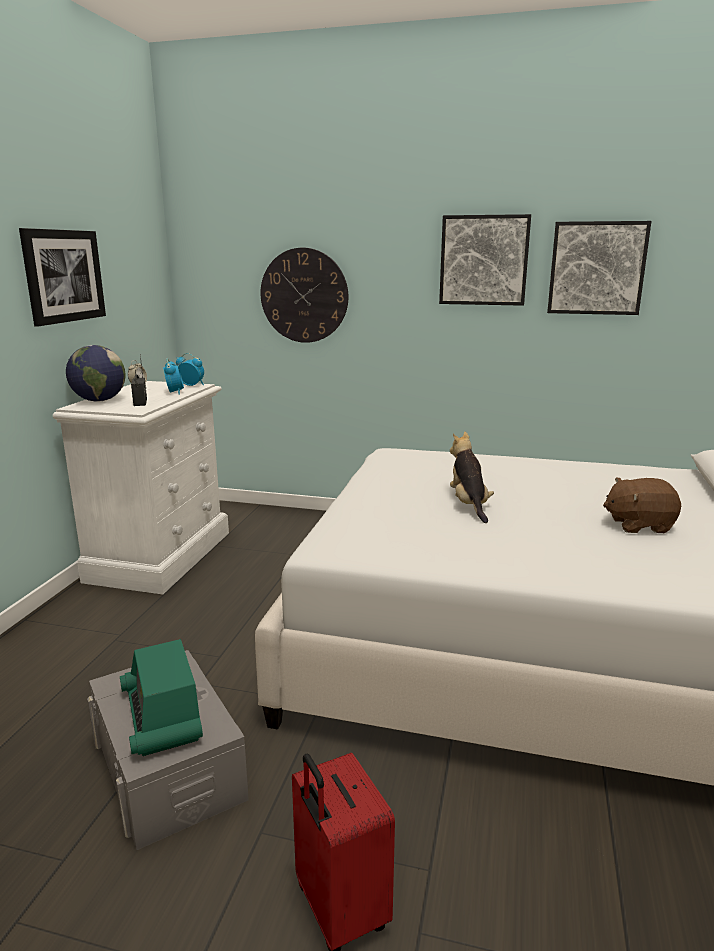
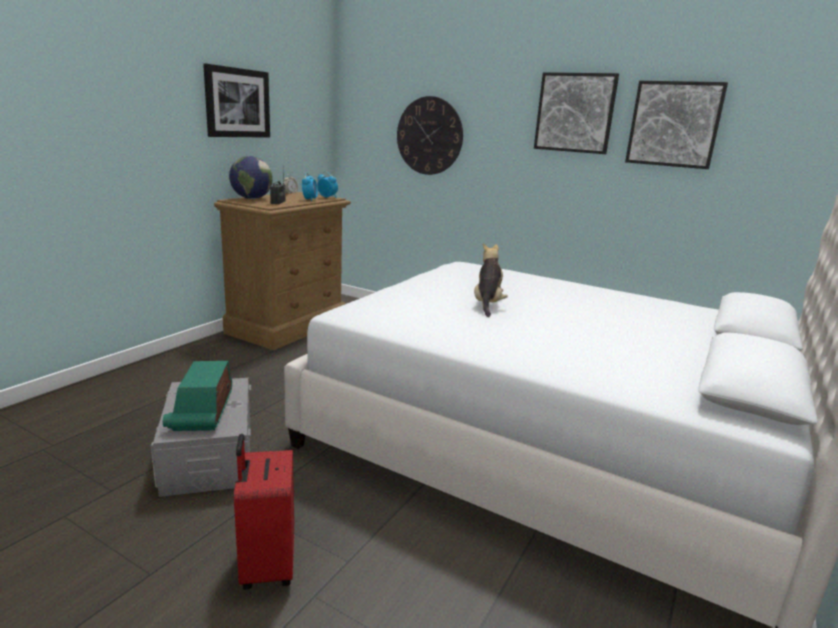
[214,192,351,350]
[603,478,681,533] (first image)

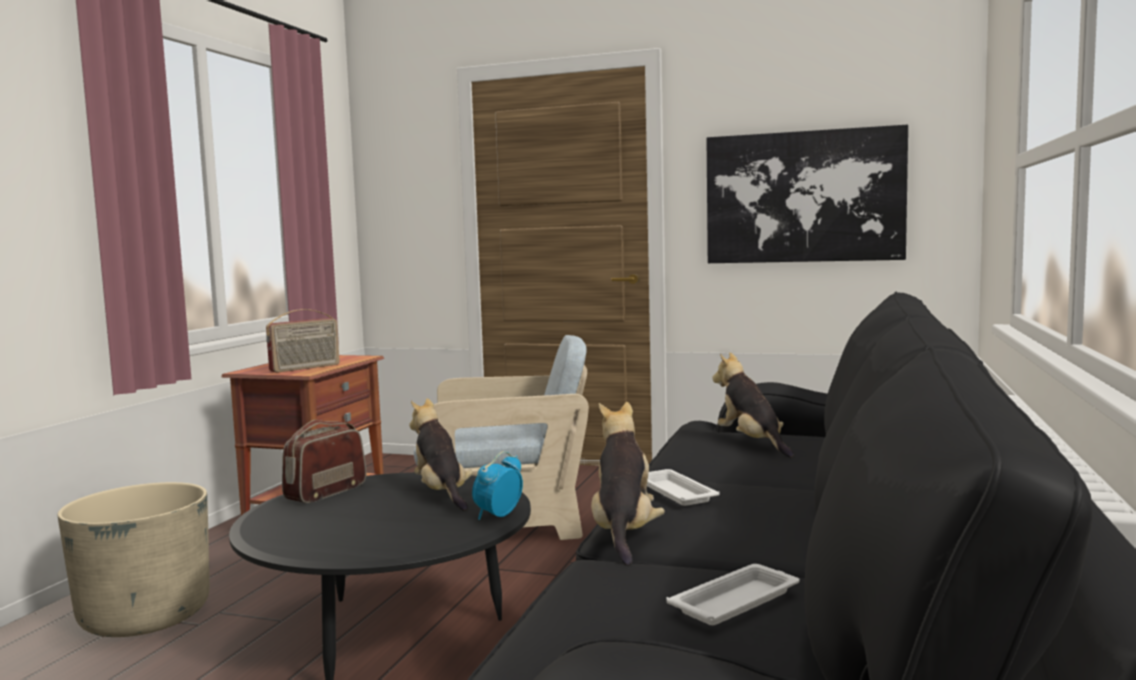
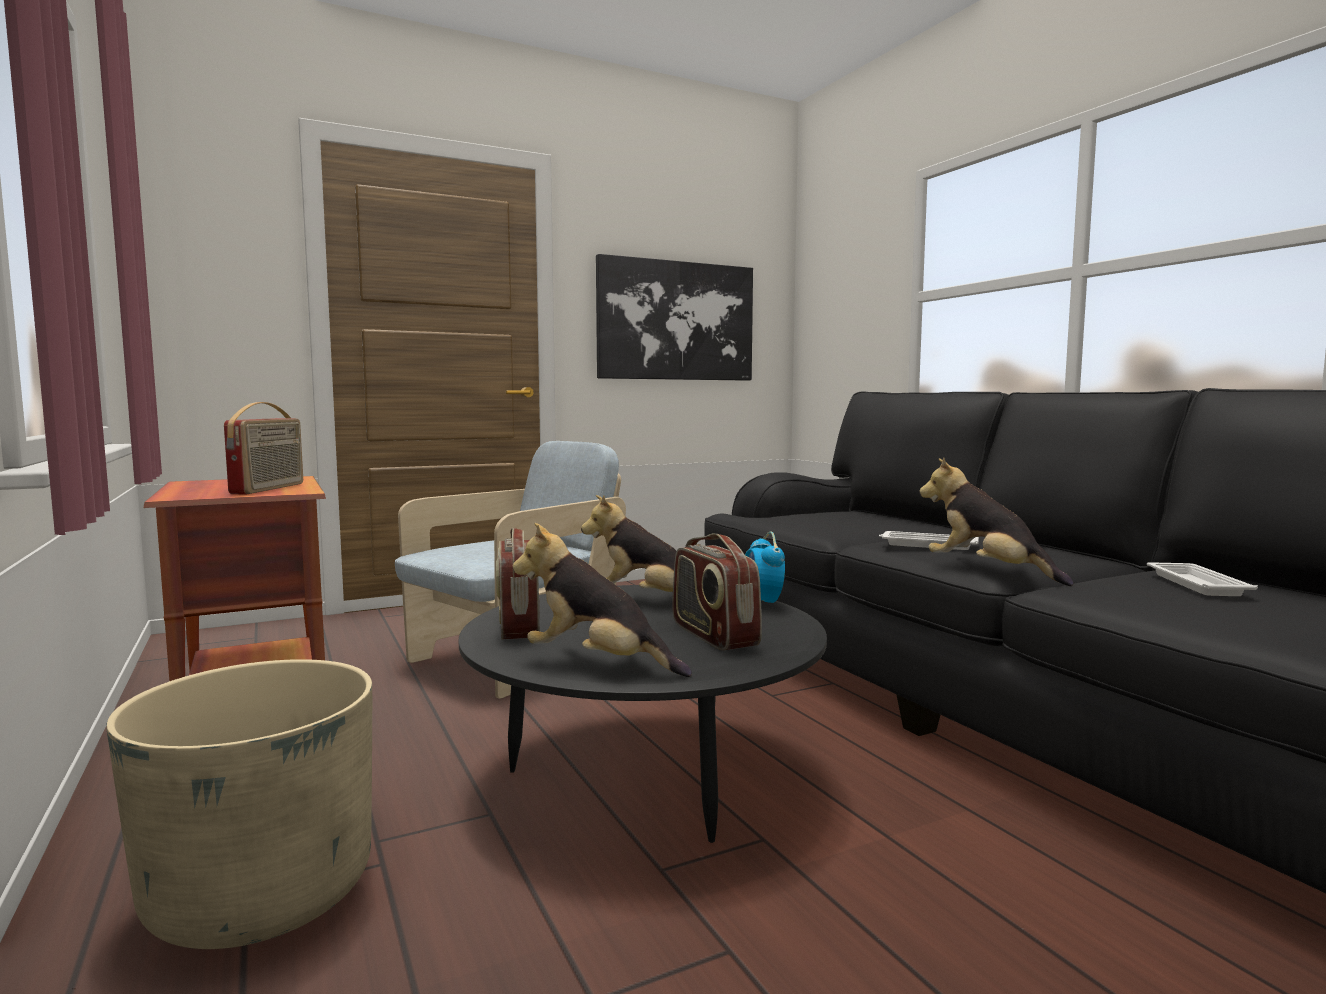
[512,523,692,677]
[672,533,762,650]

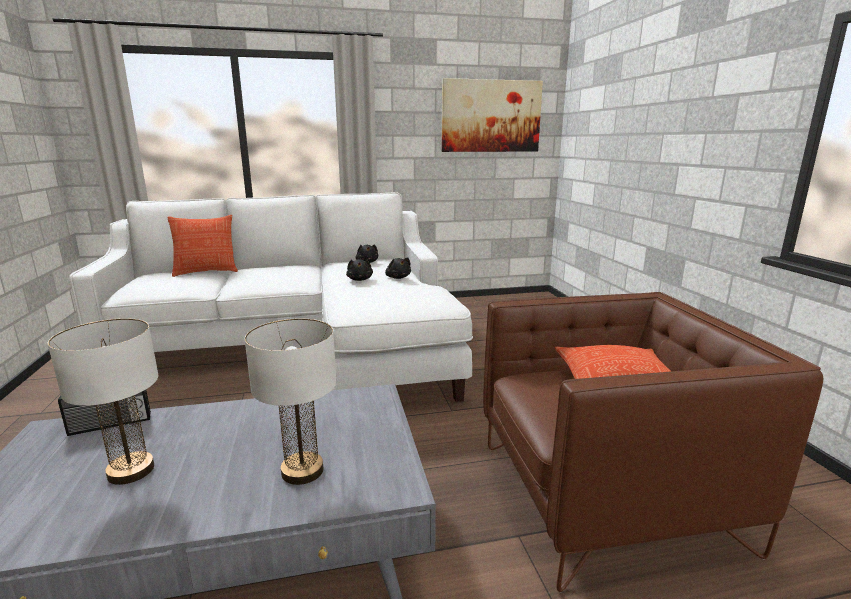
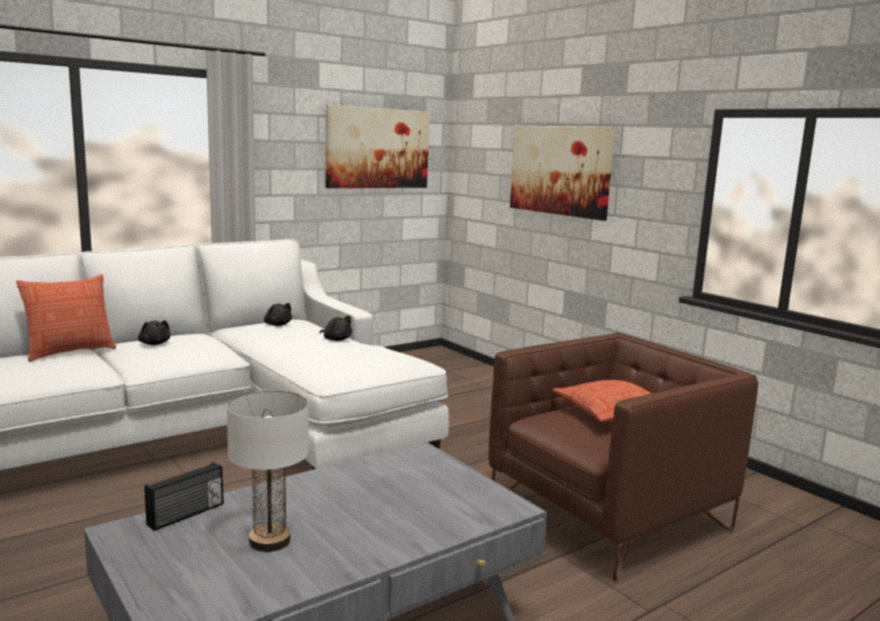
[138,320,170,345]
[245,318,336,485] (first image)
[510,126,615,221]

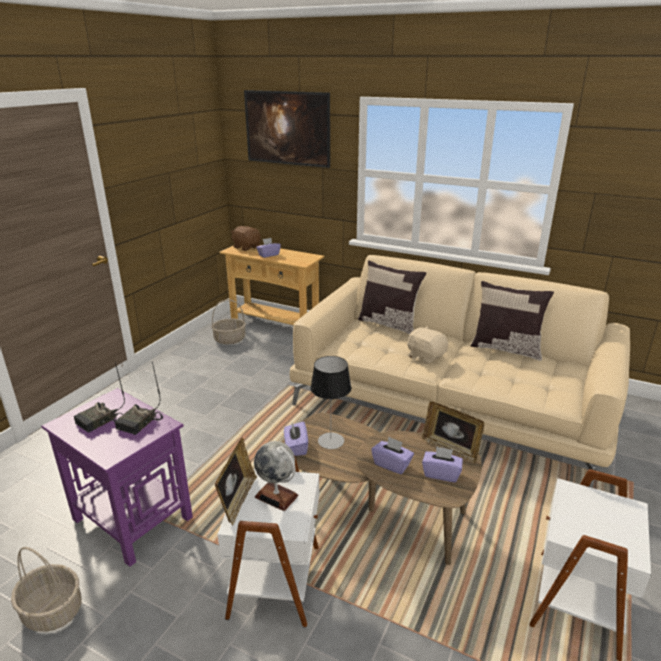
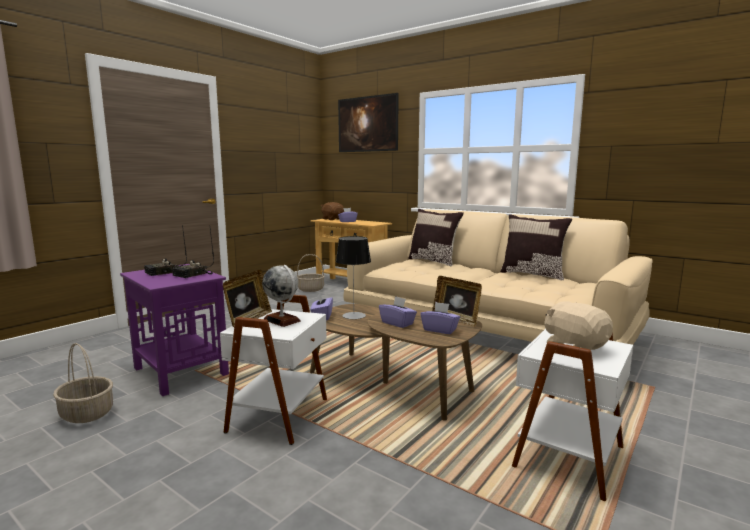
[544,301,613,350]

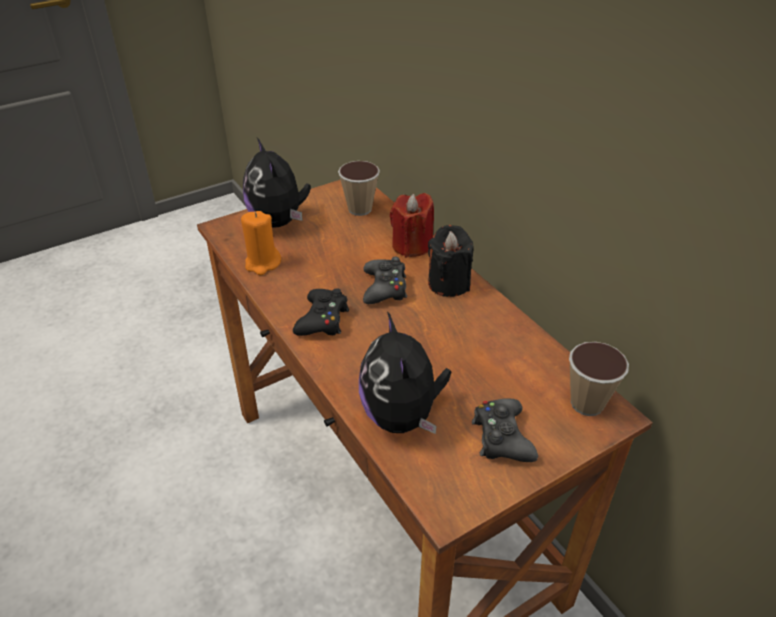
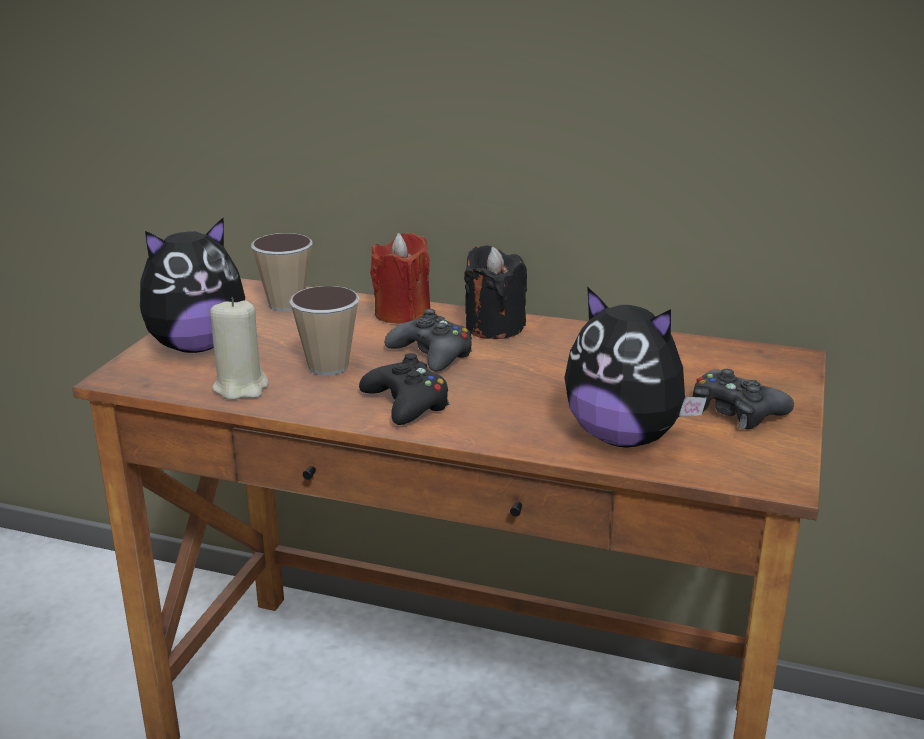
[140,217,245,353]
[210,298,269,400]
[289,286,359,375]

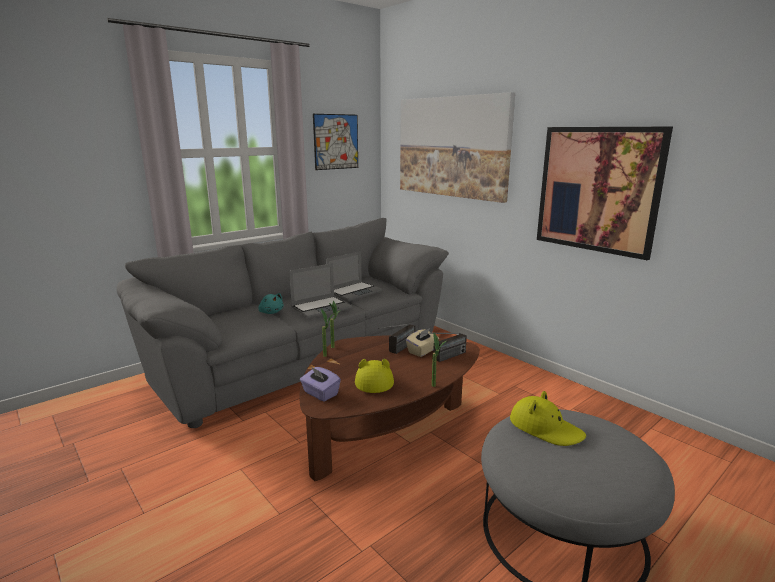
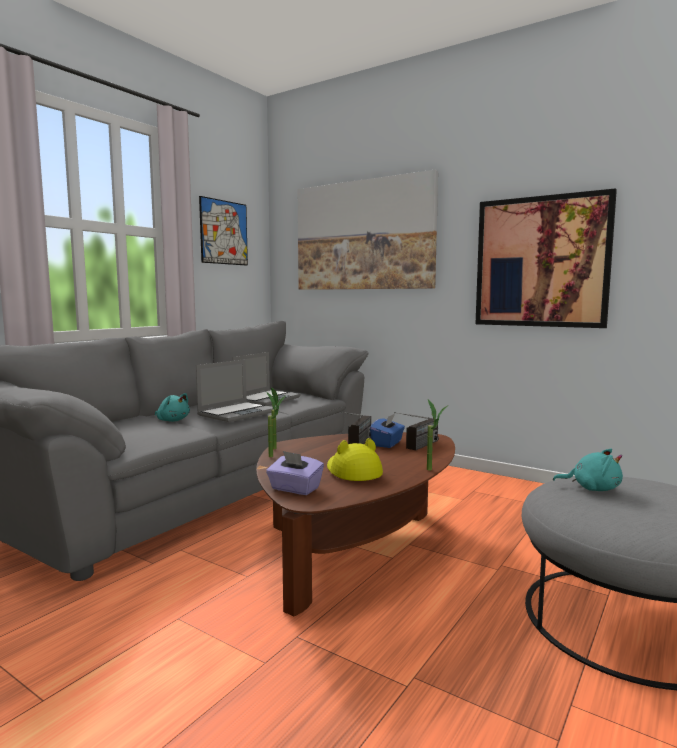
[370,414,405,448]
[553,449,623,491]

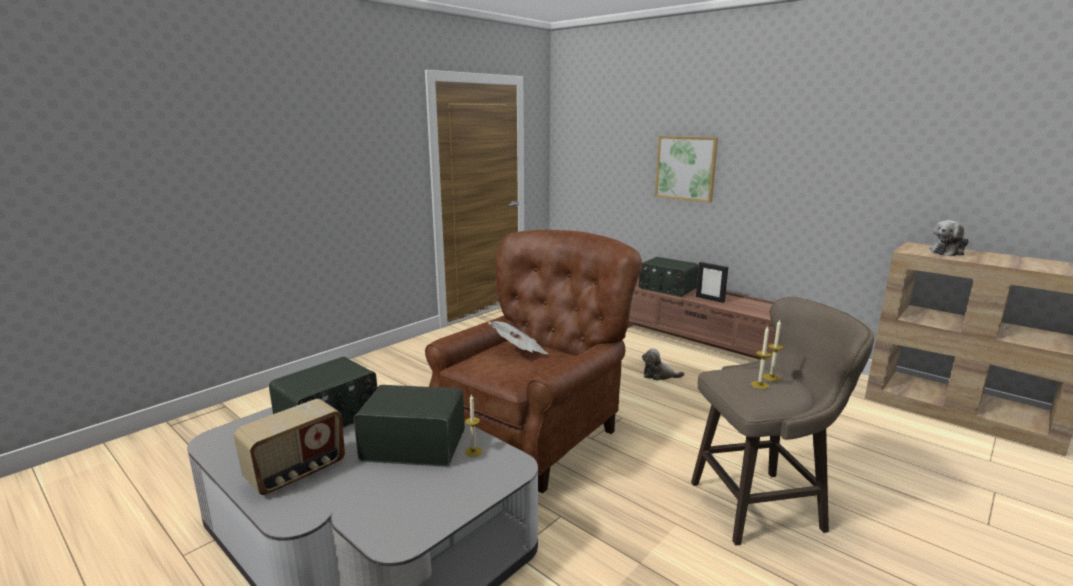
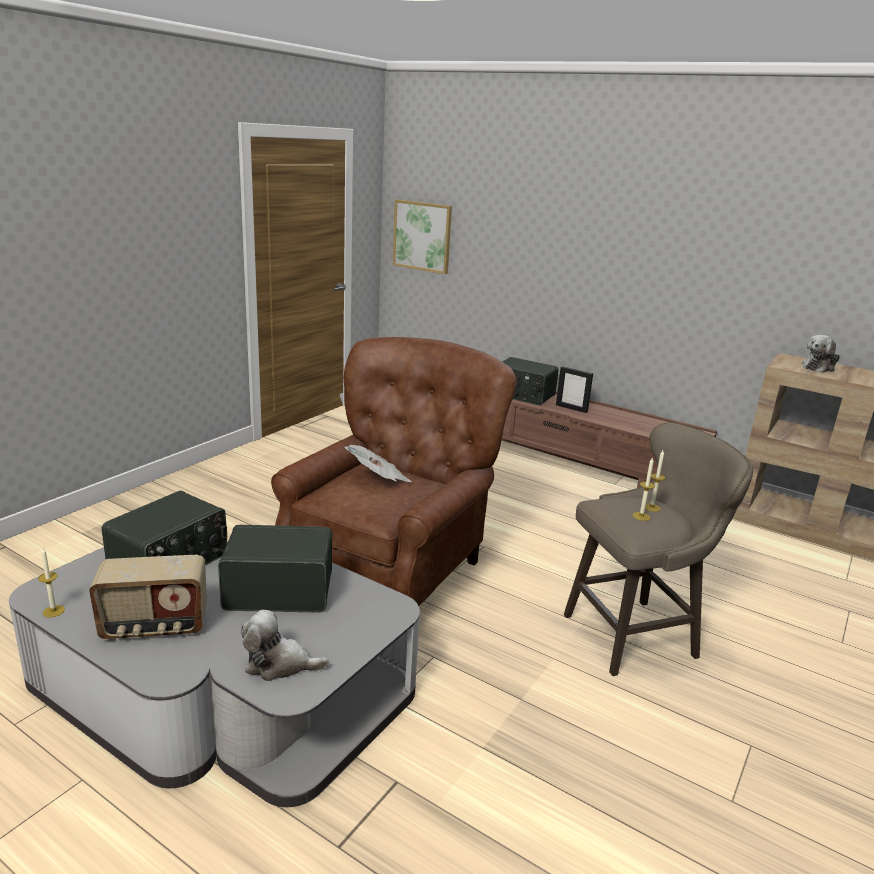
[393,200,452,274]
[241,610,329,681]
[38,548,65,617]
[89,555,207,640]

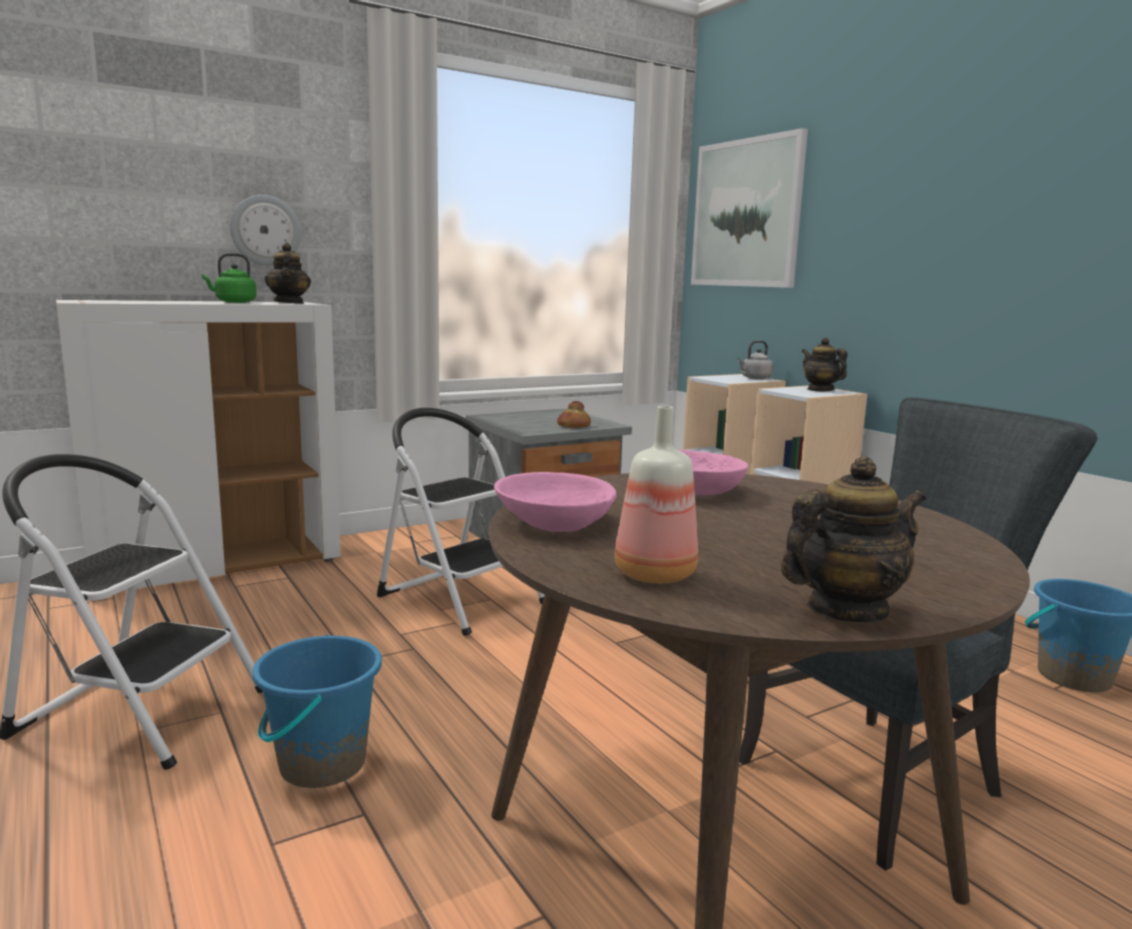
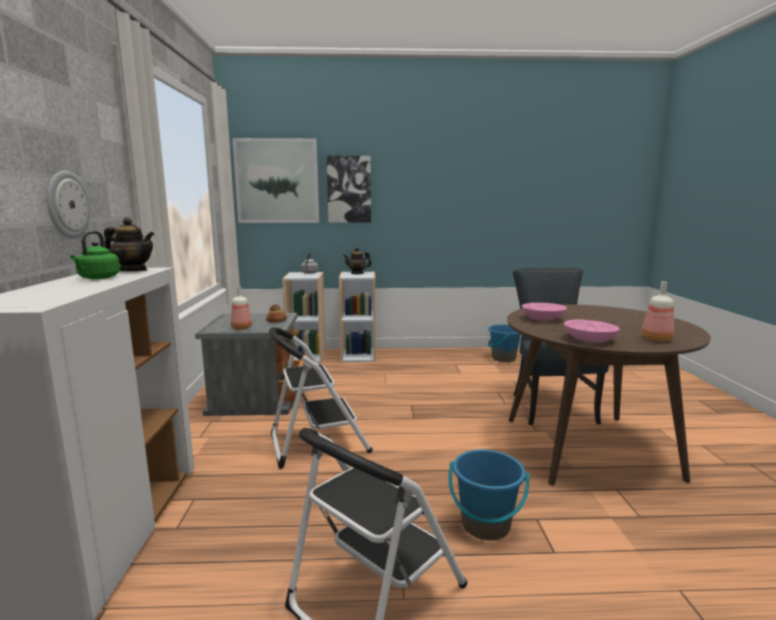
[781,456,926,622] (first image)
[327,156,371,223]
[231,286,252,330]

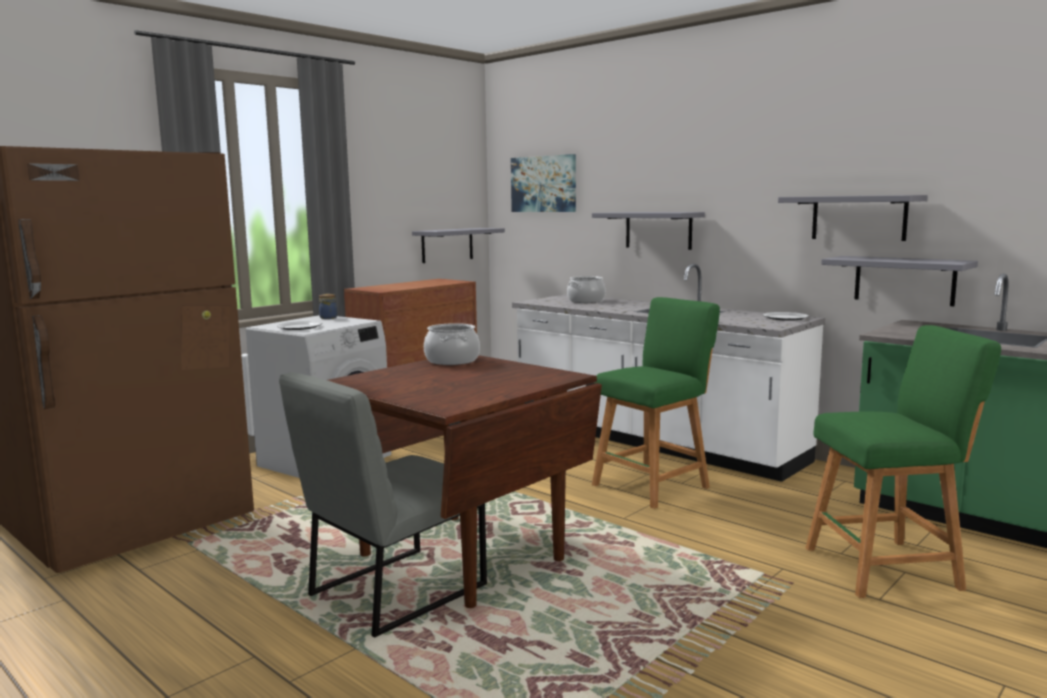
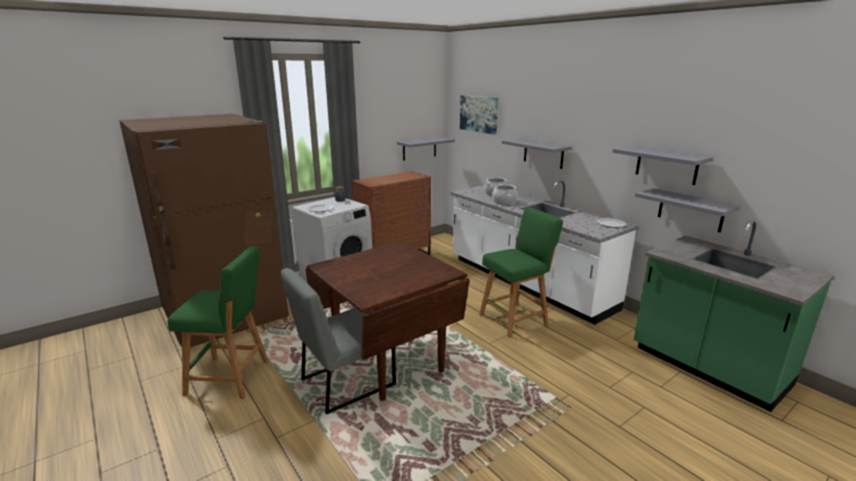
[492,184,518,205]
[167,246,269,399]

